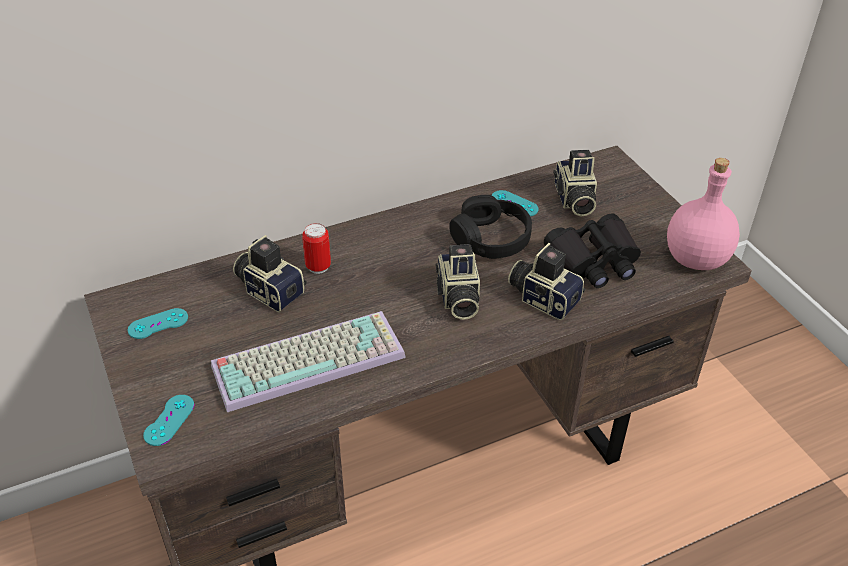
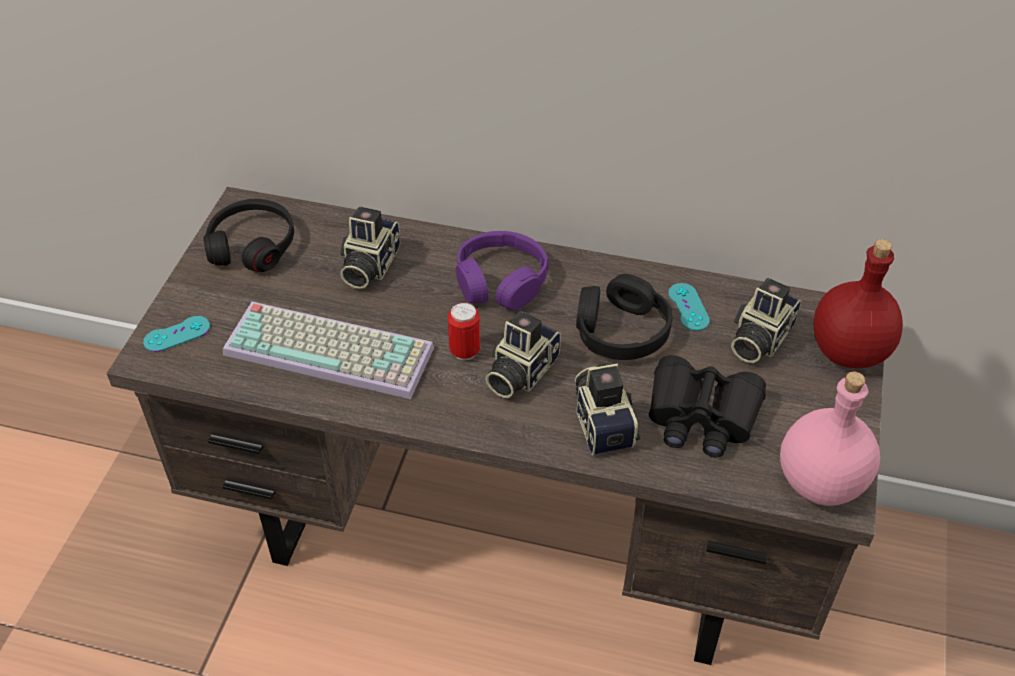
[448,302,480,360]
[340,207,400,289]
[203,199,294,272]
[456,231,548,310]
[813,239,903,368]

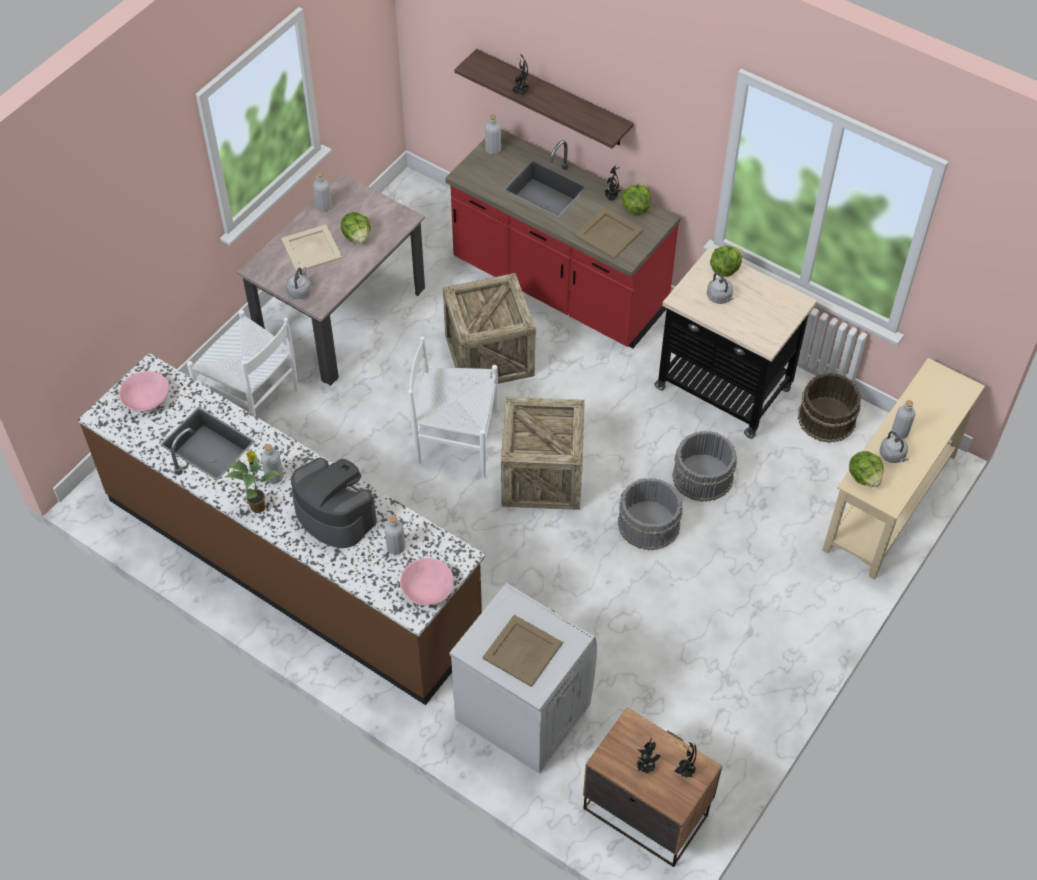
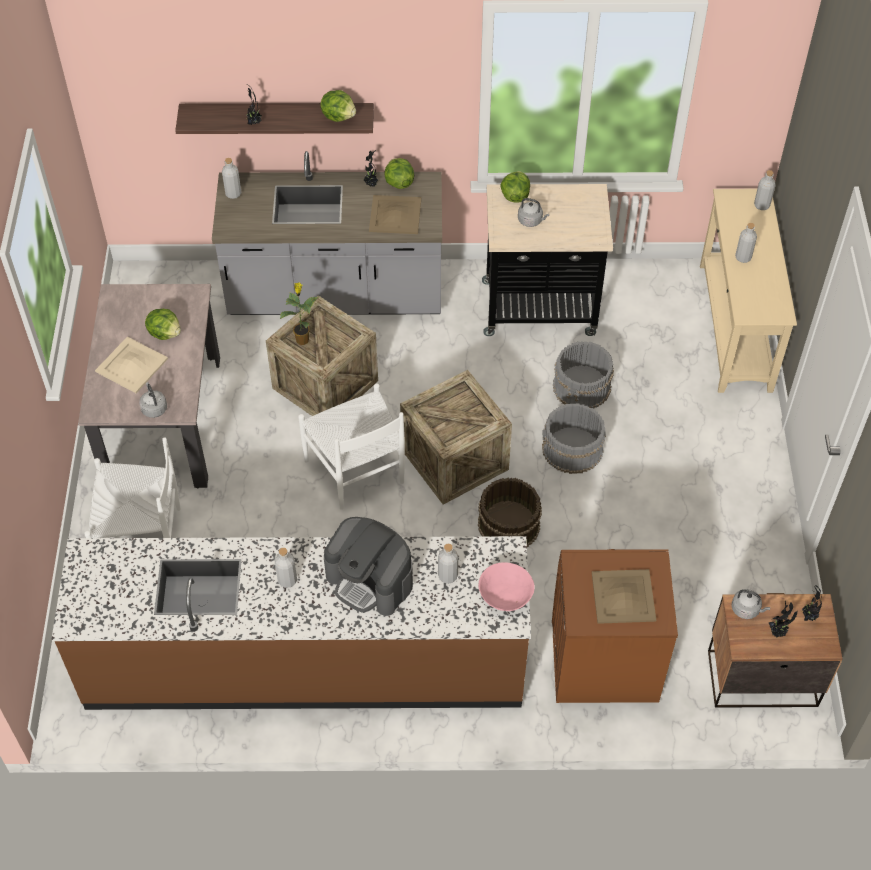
[212,151,442,315]
[754,170,776,210]
[298,384,405,510]
[119,371,169,412] (first image)
[478,478,542,547]
[731,589,770,619]
[280,282,318,345]
[320,90,356,122]
[324,517,413,616]
[552,549,678,703]

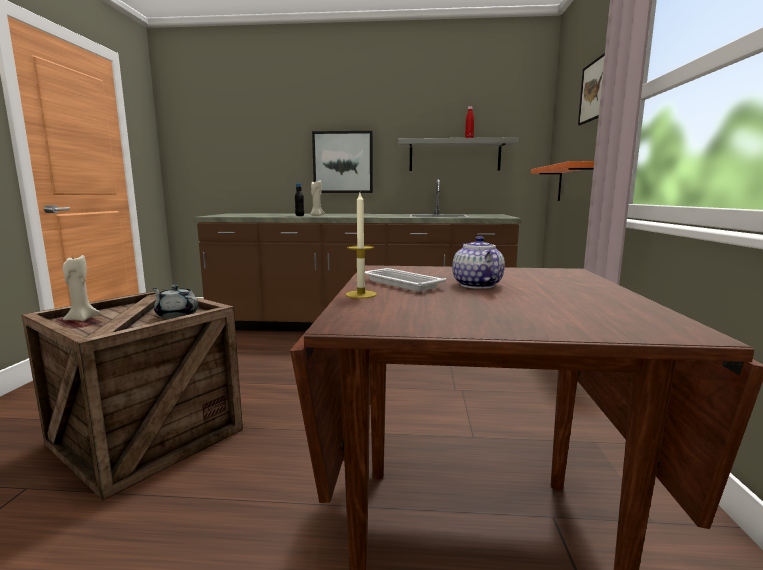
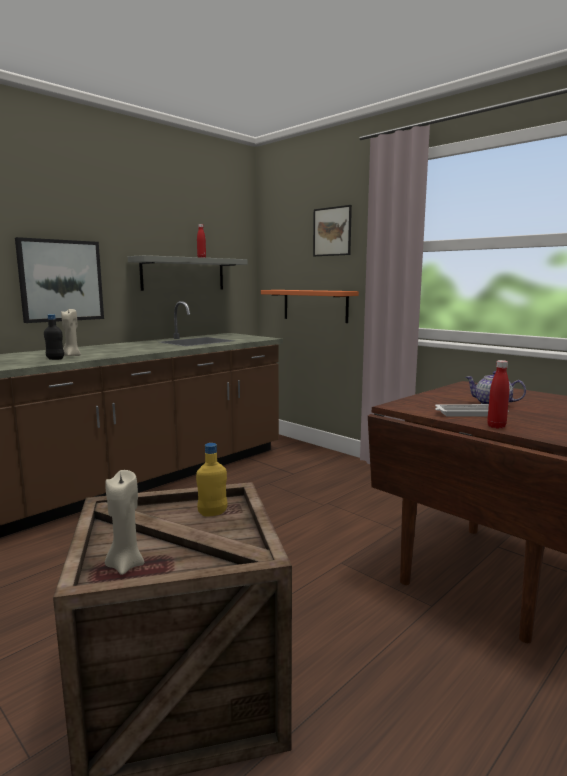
[487,360,509,429]
[196,443,228,516]

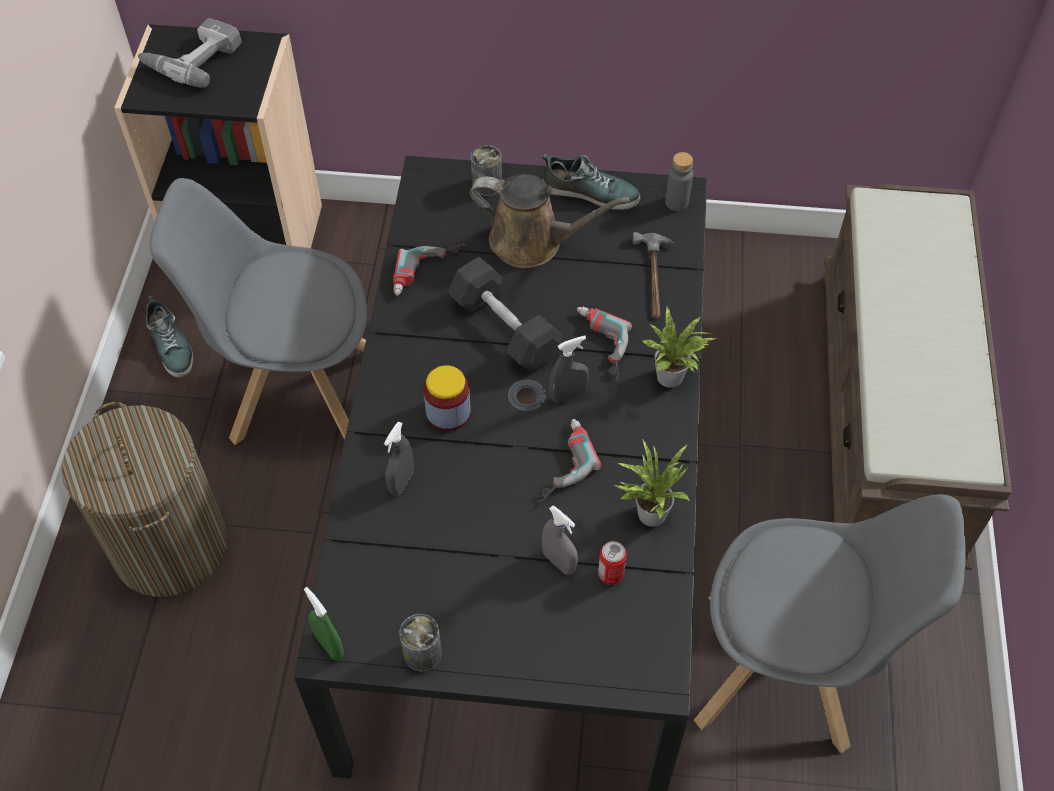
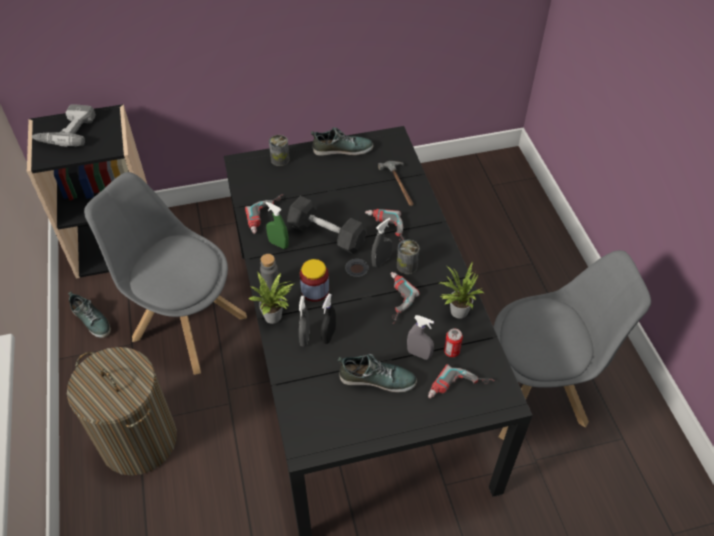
[260,254,280,291]
[470,174,630,268] (first image)
[84,172,247,375]
[823,184,1012,570] (first image)
[248,273,295,324]
[265,202,289,249]
[397,240,419,274]
[321,294,336,344]
[338,354,417,392]
[428,364,495,398]

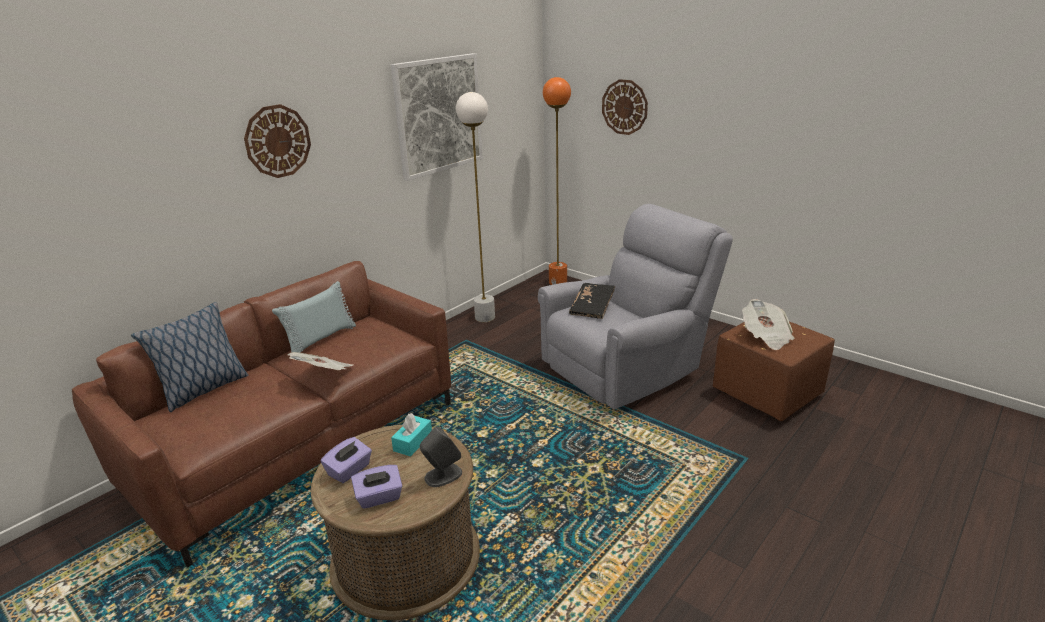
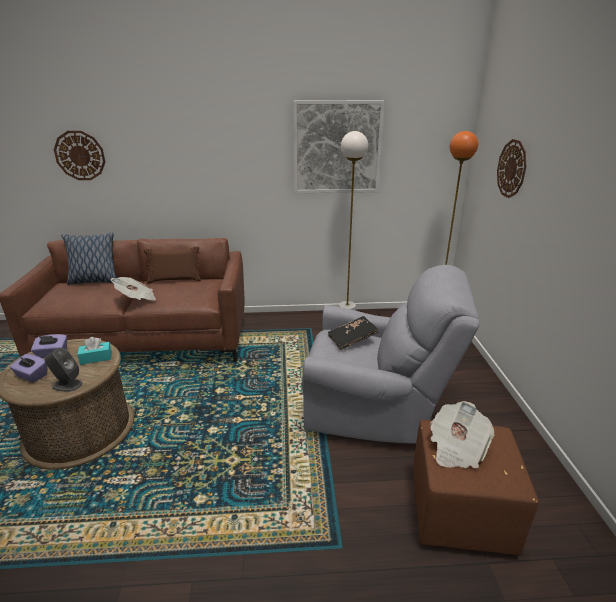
[54,131,105,180]
[144,246,201,284]

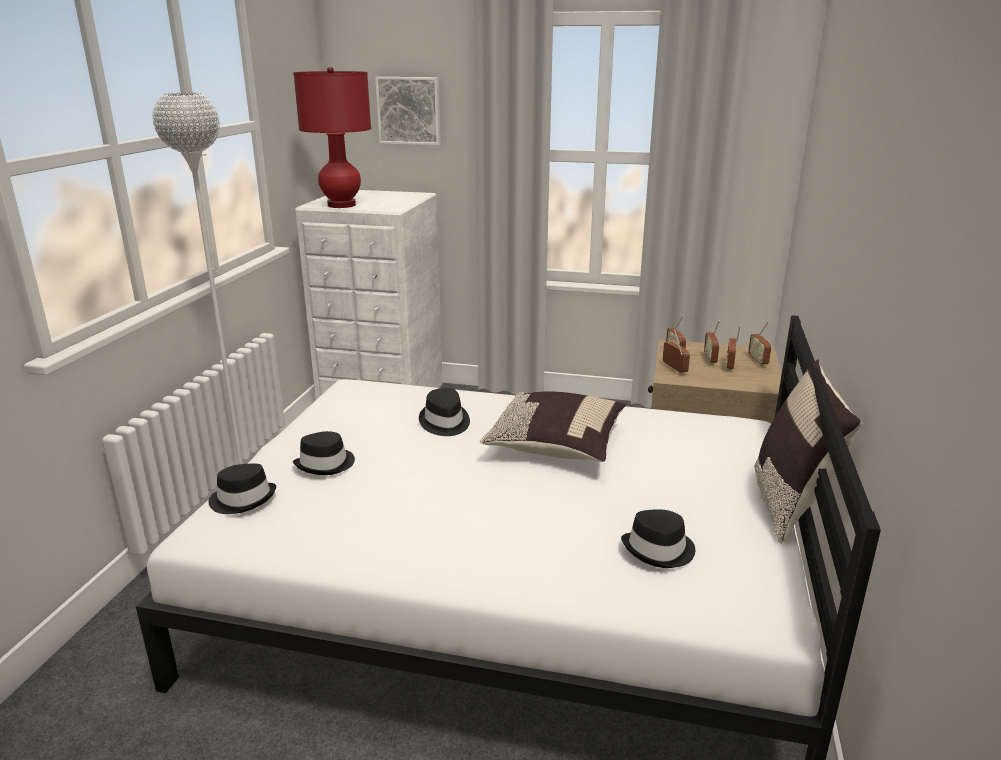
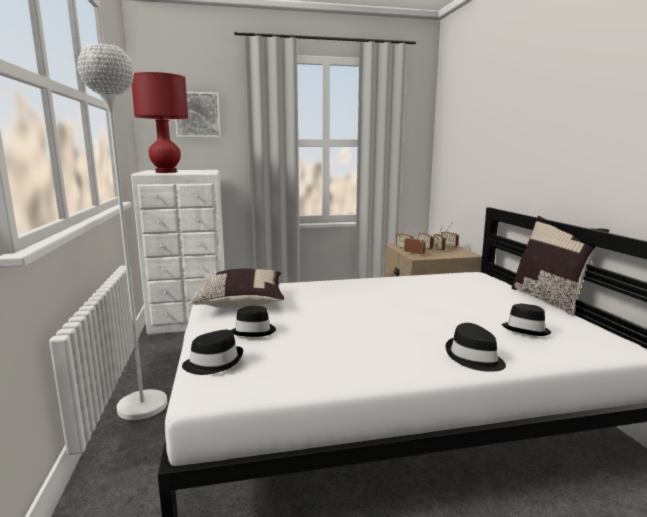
[446,323,506,372]
[190,268,284,308]

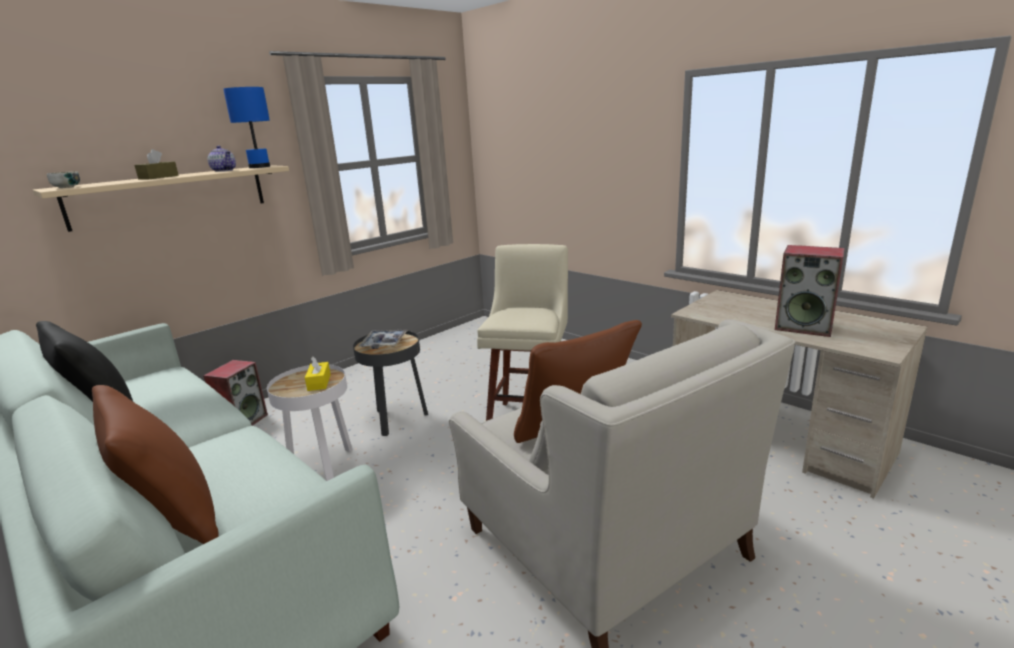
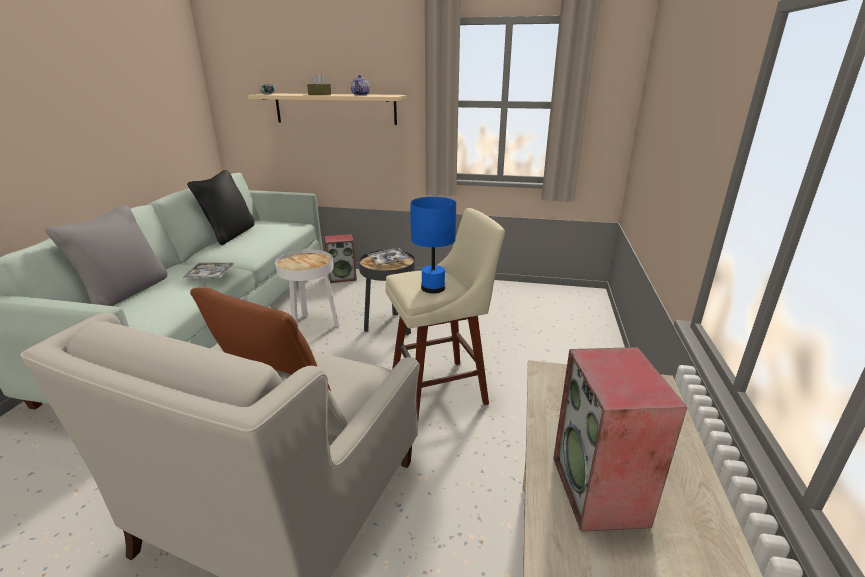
[410,197,456,293]
[305,356,331,391] (first image)
[45,205,167,306]
[183,263,234,278]

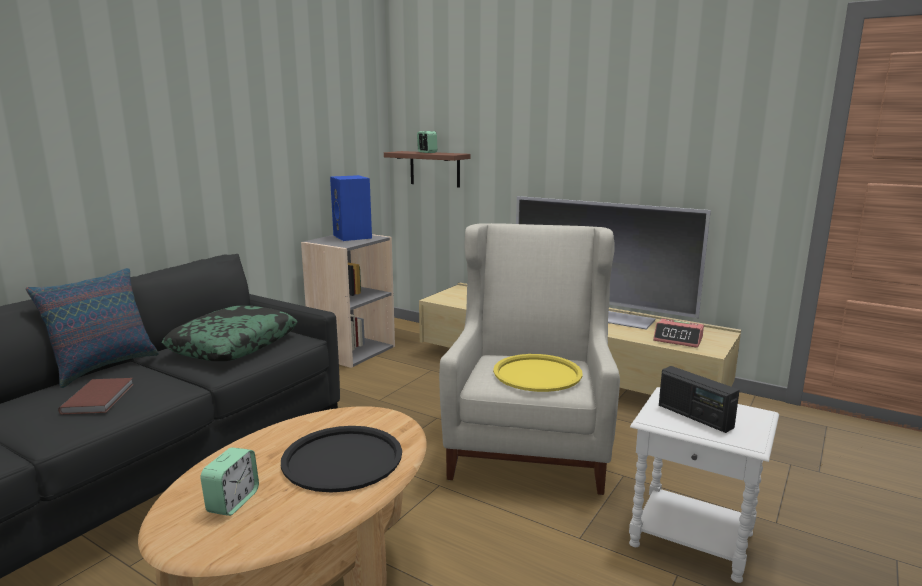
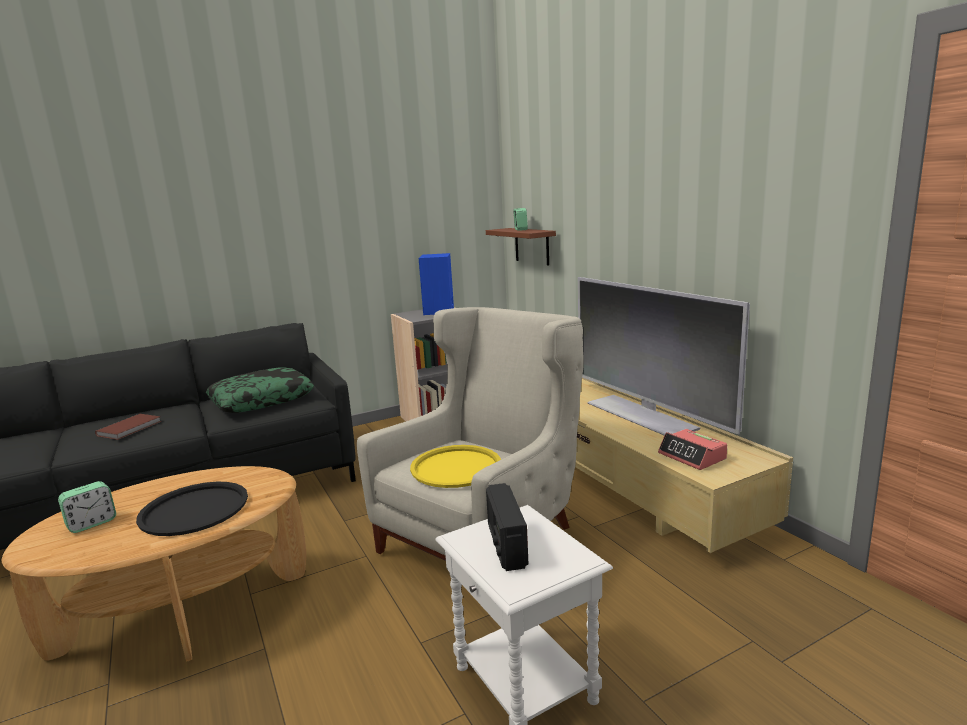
[26,268,159,388] (first image)

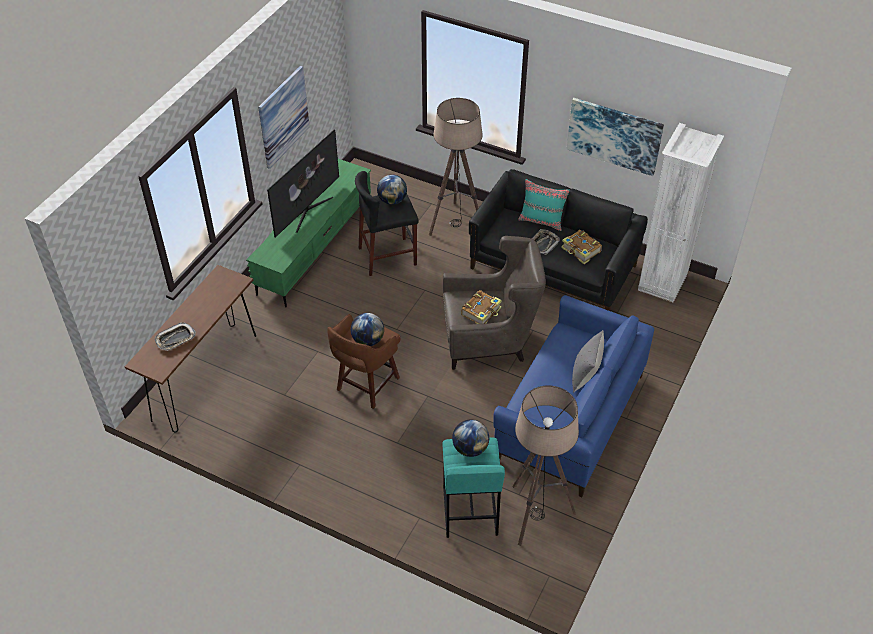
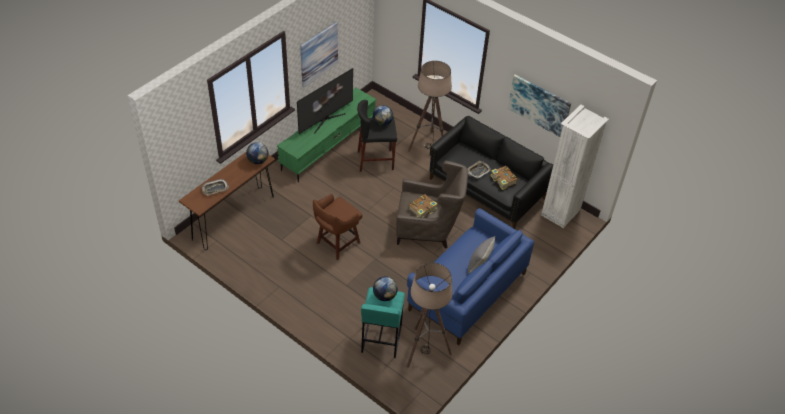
[518,179,570,231] (first image)
[246,142,268,164]

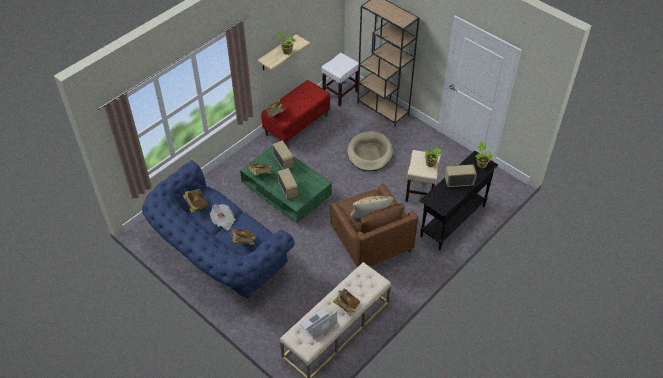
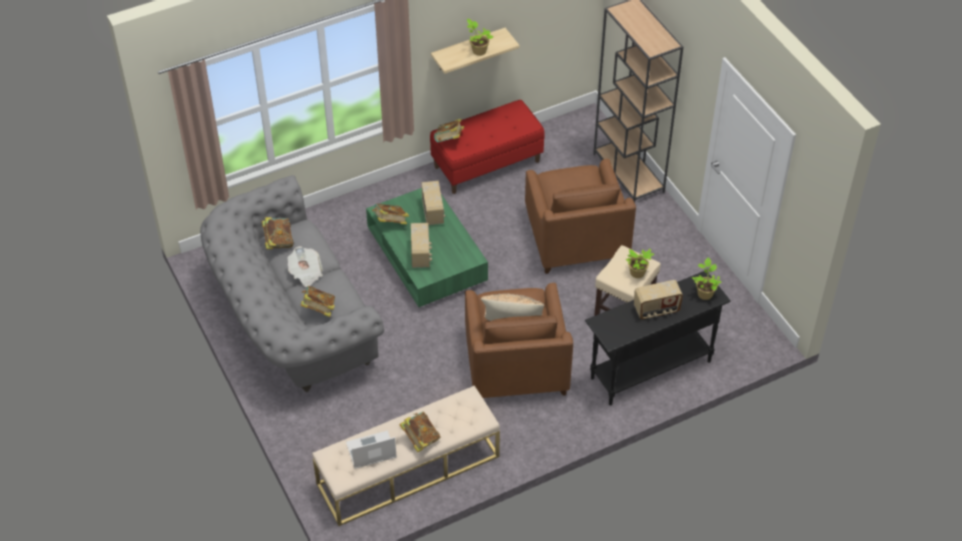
[321,53,359,106] (first image)
[525,159,636,274]
[200,175,384,392]
[634,280,683,319]

